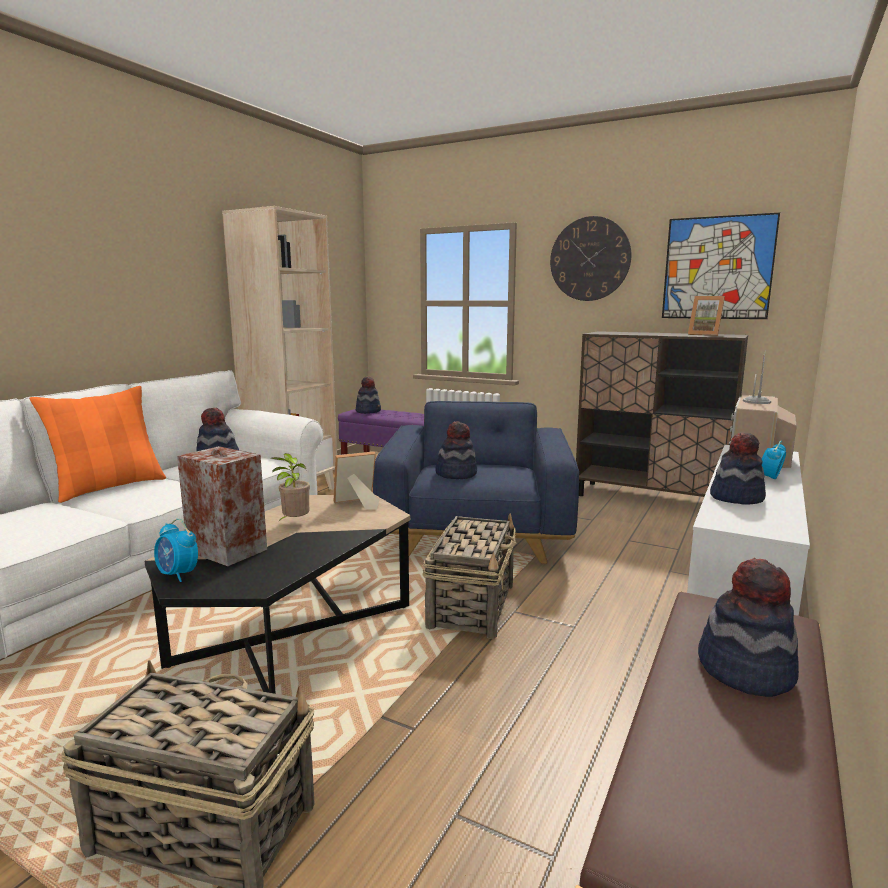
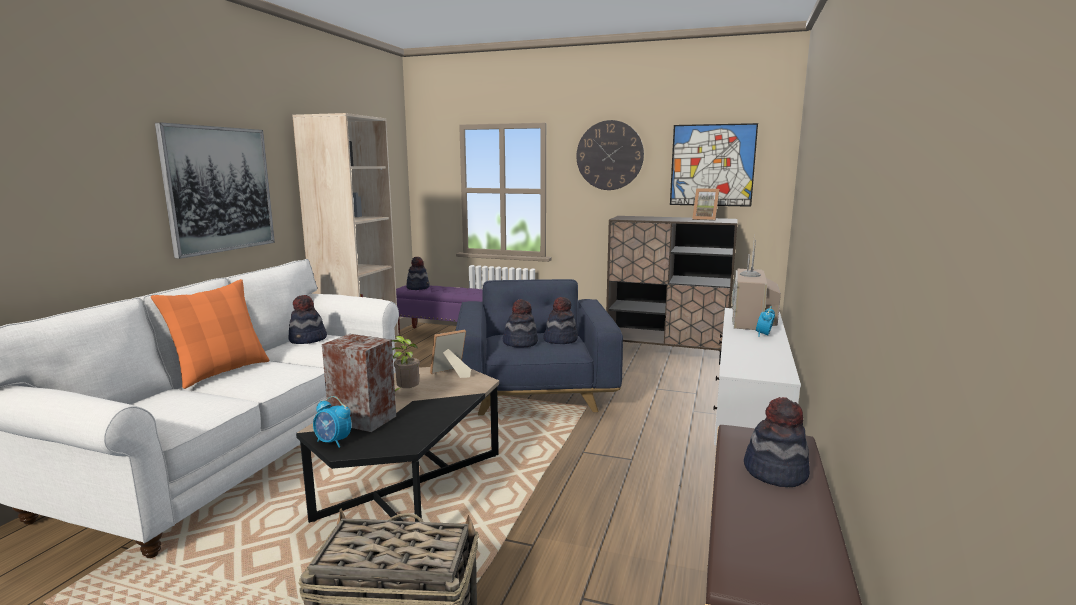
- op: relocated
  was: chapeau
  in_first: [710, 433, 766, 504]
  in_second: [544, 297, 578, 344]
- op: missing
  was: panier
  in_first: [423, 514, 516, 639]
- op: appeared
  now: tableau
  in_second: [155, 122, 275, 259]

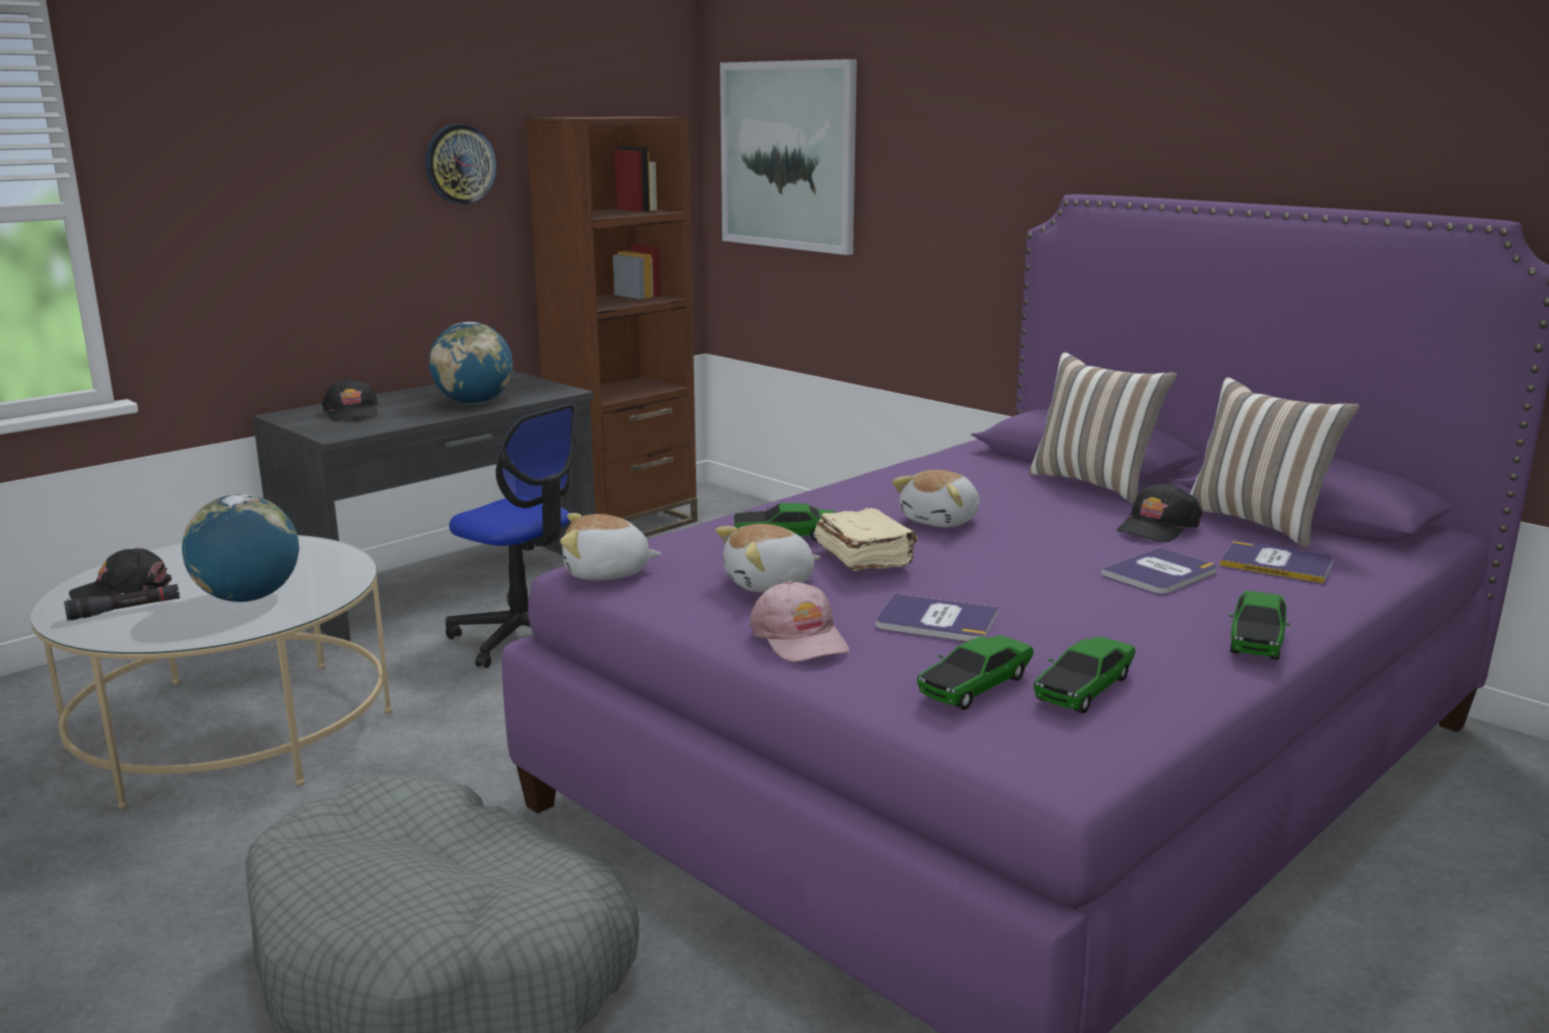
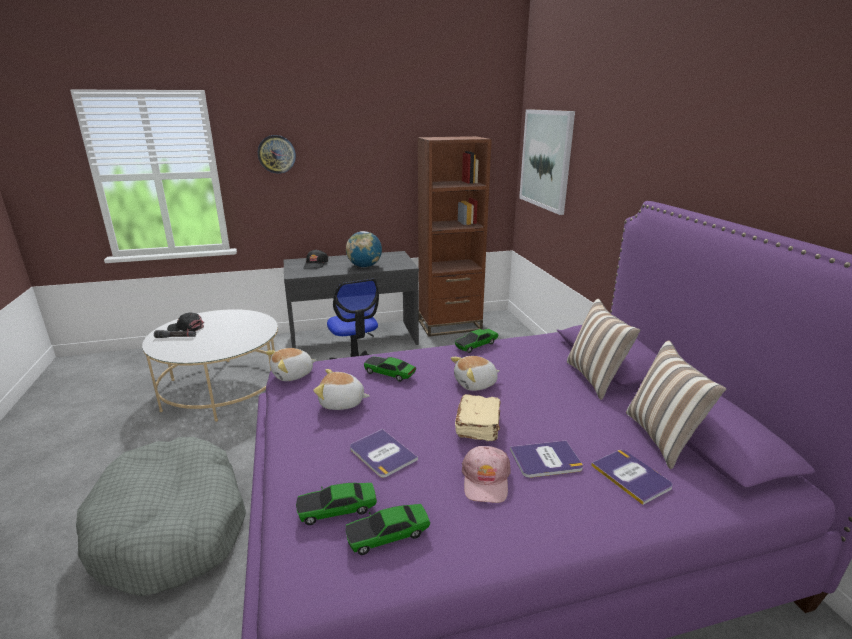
- op: relocated
  was: horloge murale
  in_first: [426, 124, 497, 205]
  in_second: [258, 135, 296, 174]
- op: missing
  was: casquette (noir)
  in_first: [1117, 483, 1203, 542]
- op: missing
  was: globe
  in_first: [182, 494, 299, 602]
- op: relocated
  was: livre (beige)
  in_first: [815, 508, 918, 571]
  in_second: [455, 394, 501, 441]
- op: spun
  was: peluche
  in_first: [560, 513, 661, 580]
  in_second: [266, 348, 316, 381]
  clockwise: -60
- op: relocated
  was: casquette (rose)
  in_first: [750, 581, 849, 662]
  in_second: [462, 446, 511, 503]
- op: relocated
  was: petite voiture
  in_first: [1229, 591, 1290, 660]
  in_second: [455, 329, 498, 353]

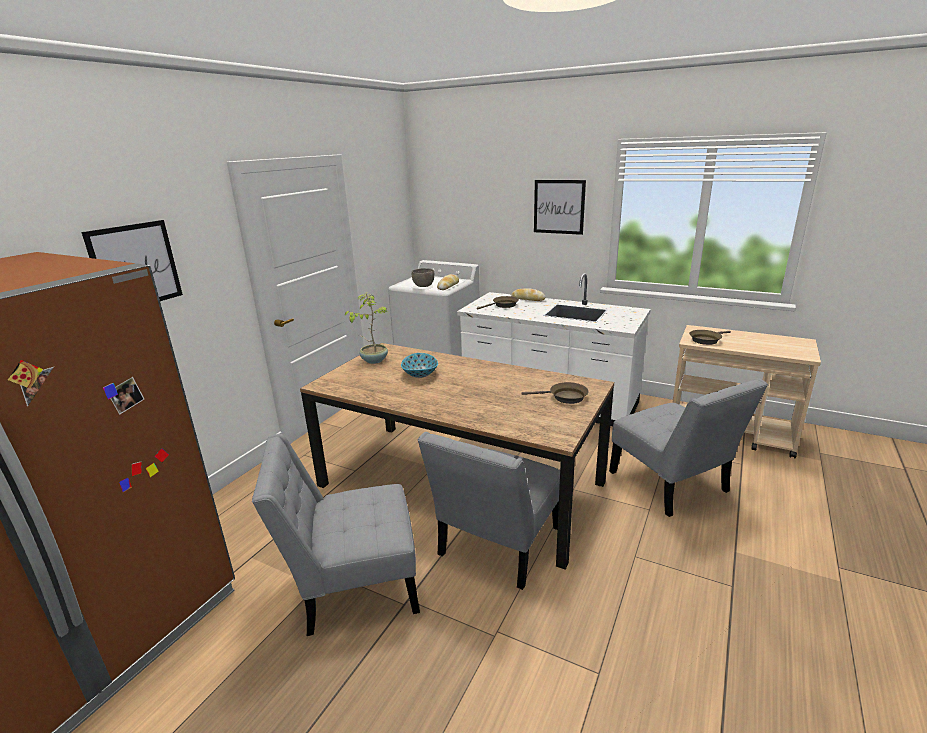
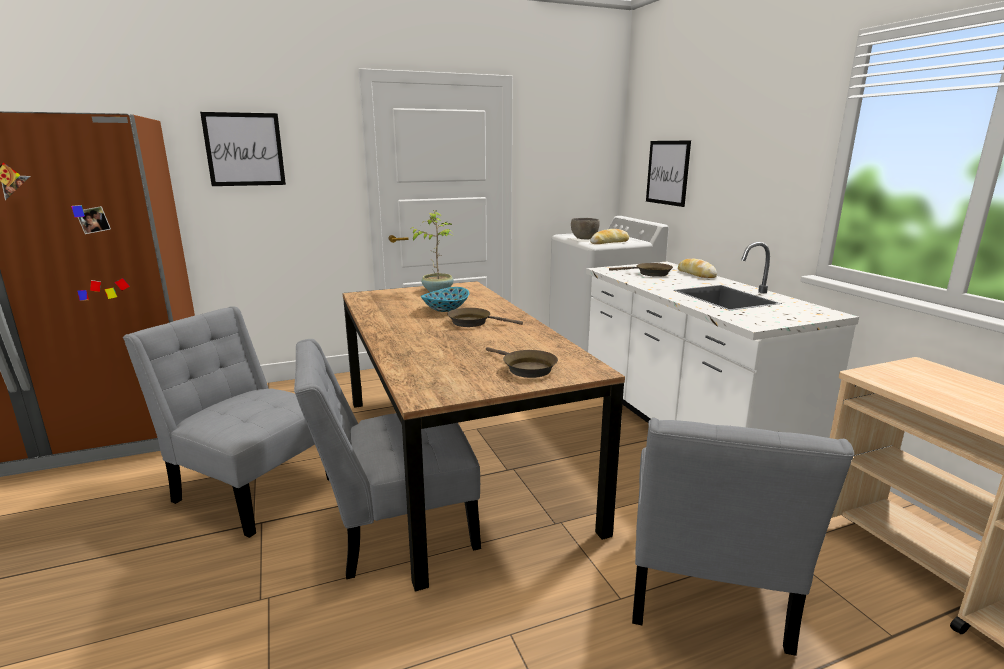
- op: relocated
  was: tableau
  in_first: [534, 180, 586, 235]
  in_second: [646, 140, 691, 207]
- op: relocated
  was: poêle (marron)
  in_first: [689, 330, 731, 345]
  in_second: [447, 308, 523, 327]

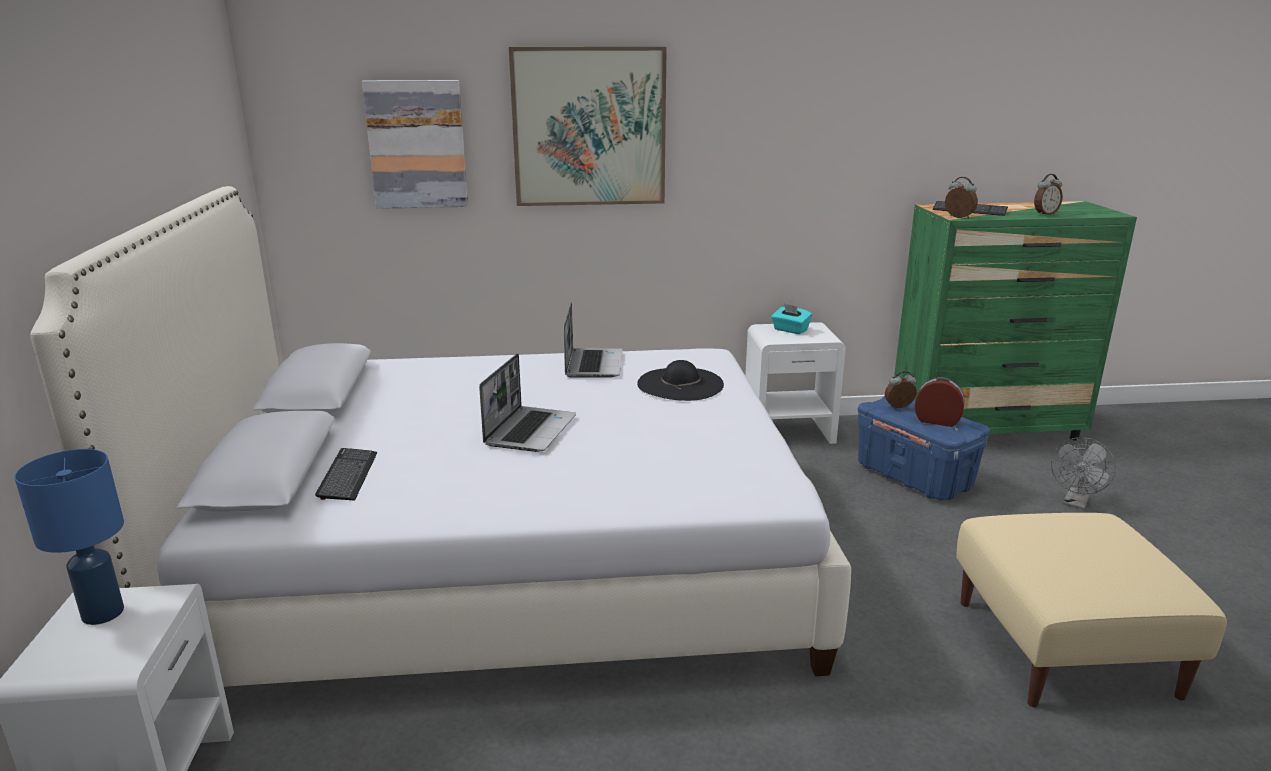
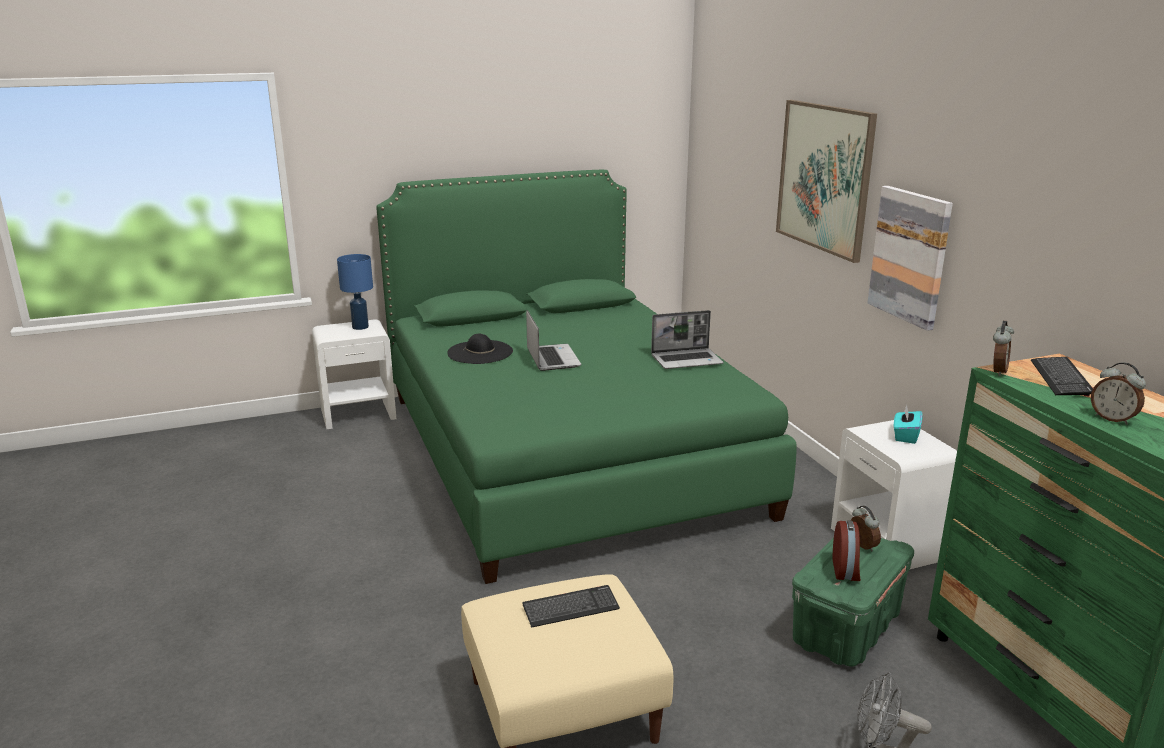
- op: relocated
  was: tableau
  in_first: [362, 80, 468, 209]
  in_second: [867, 186, 953, 331]
- op: colour
  was: lit (blanc)
  now: lit (vert)
  in_first: [30, 186, 851, 687]
  in_second: [376, 170, 797, 584]
- op: spun
  was: ordinateur portable
  in_first: [479, 353, 576, 452]
  in_second: [526, 310, 581, 371]
  clockwise: -105
- op: relocated
  was: chapeau (noir)
  in_first: [637, 360, 724, 401]
  in_second: [448, 334, 513, 364]
- op: colour
  was: boîte de rangement (bleu)
  now: boîte de rangement (vert)
  in_first: [858, 396, 990, 500]
  in_second: [792, 537, 914, 667]
- op: relocated
  was: clavier
  in_first: [315, 448, 377, 501]
  in_second: [523, 585, 620, 628]

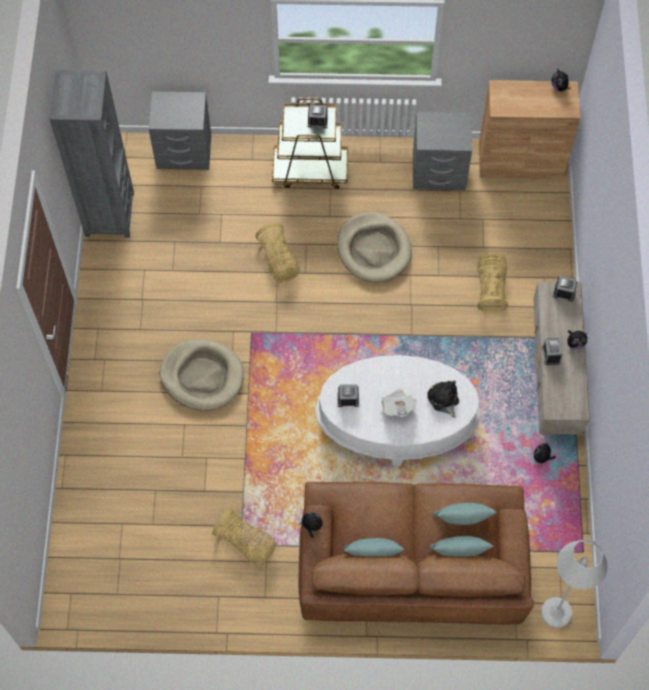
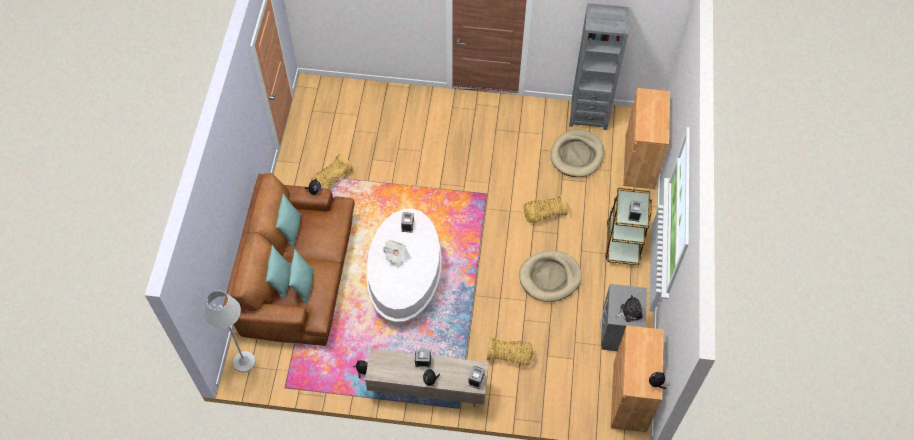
- op: exchanged
  was: table de chevet (gris)
  now: meuble de rangement (marron)
  in_first: [149, 91, 211, 170]
  in_second: [623, 88, 670, 189]
- op: relocated
  was: panier pour chien (beige)
  in_first: [160, 339, 244, 411]
  in_second: [550, 129, 604, 177]
- op: relocated
  was: peluche
  in_first: [427, 380, 459, 417]
  in_second: [615, 295, 643, 322]

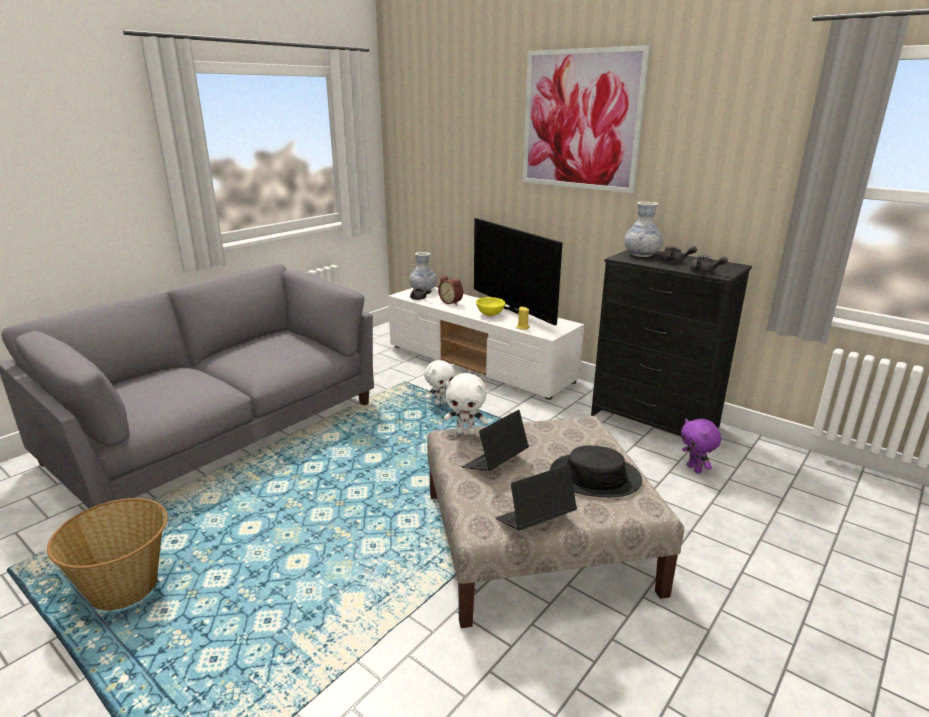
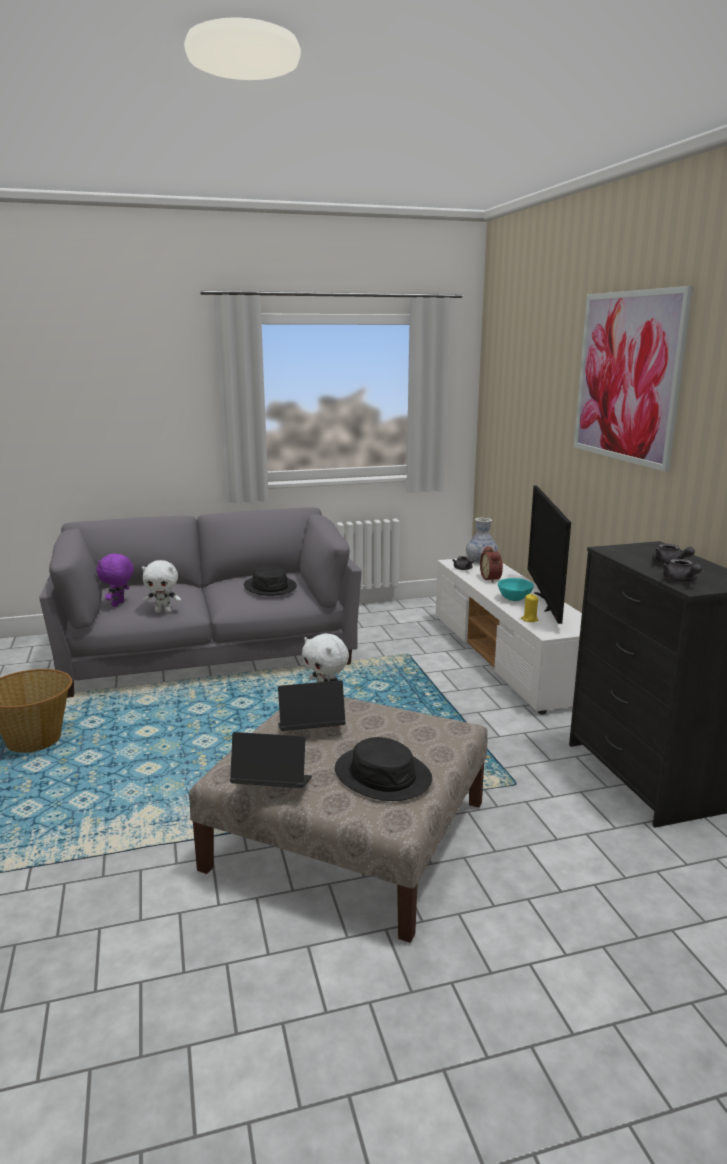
- op: missing
  was: vase
  in_first: [624, 202, 663, 257]
- op: colour
  was: bol (jaune)
  now: bol (turquoise)
  in_first: [476, 297, 505, 316]
  in_second: [498, 578, 534, 601]
- op: relocated
  was: peluche (blanc)
  in_first: [424, 360, 455, 405]
  in_second: [142, 560, 181, 613]
- op: relocated
  was: peluche (violet)
  in_first: [681, 418, 721, 473]
  in_second: [97, 553, 134, 607]
- op: appeared
  now: chapeau (noir)
  in_second: [244, 566, 297, 596]

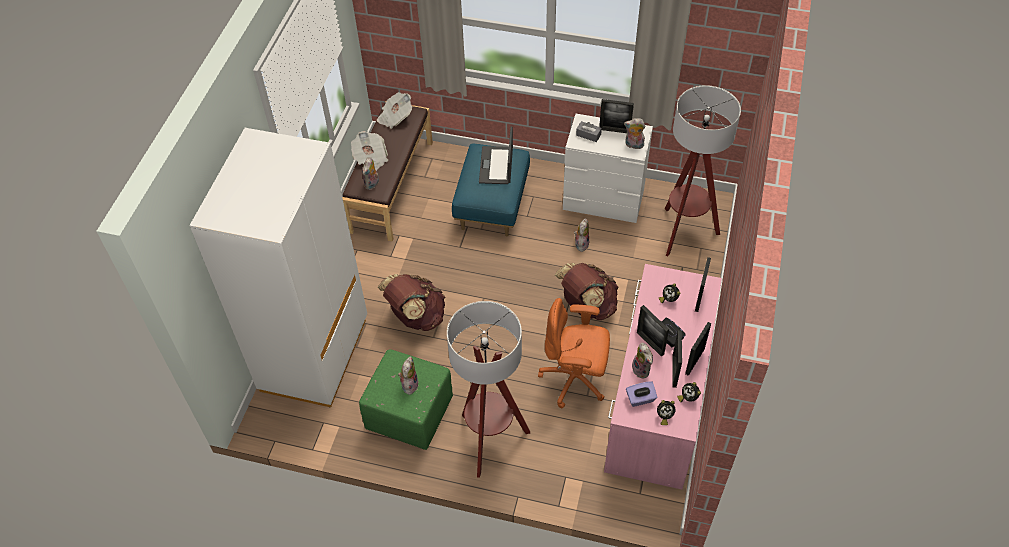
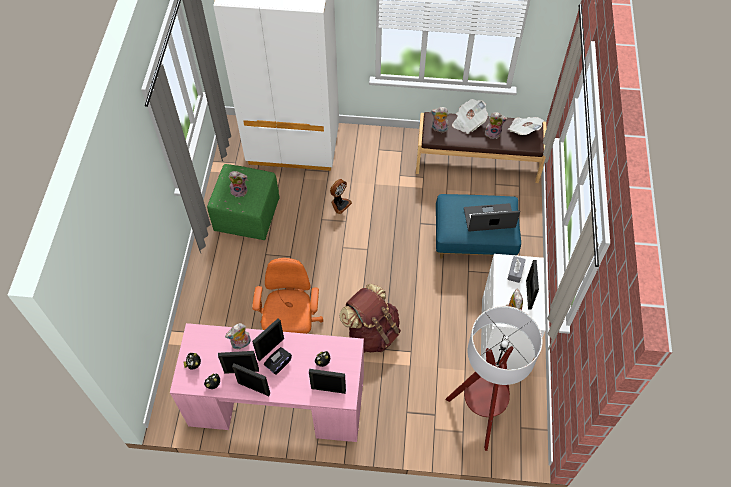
- op: relocated
  was: peluche
  in_first: [574, 218, 589, 252]
  in_second: [485, 112, 507, 139]
- op: exchanged
  was: sac à dos (marron)
  now: ventilateur
  in_first: [378, 274, 445, 331]
  in_second: [330, 179, 352, 214]
- op: missing
  was: lampadaire
  in_first: [447, 301, 530, 478]
- op: missing
  was: boîte à mouchoirs (violet)
  in_first: [626, 382, 657, 407]

